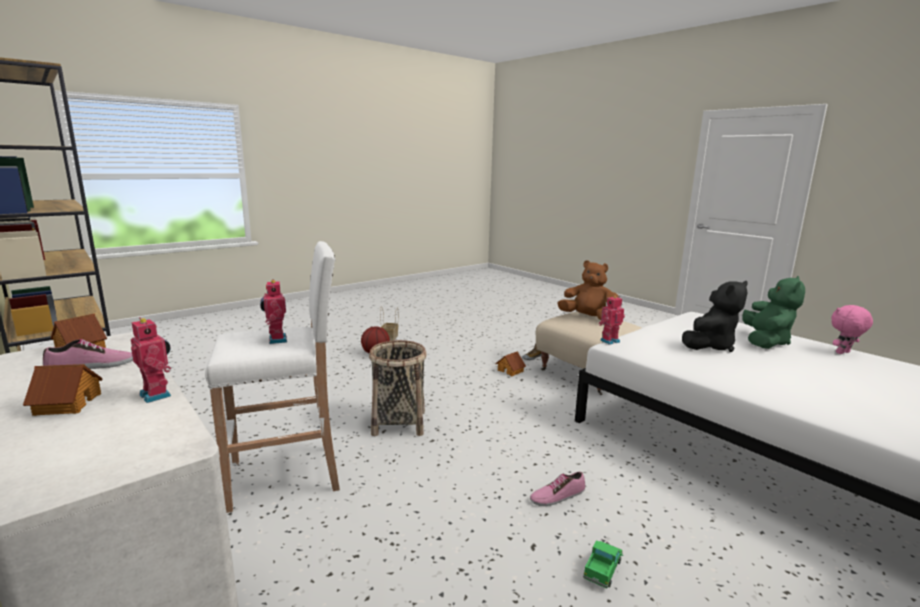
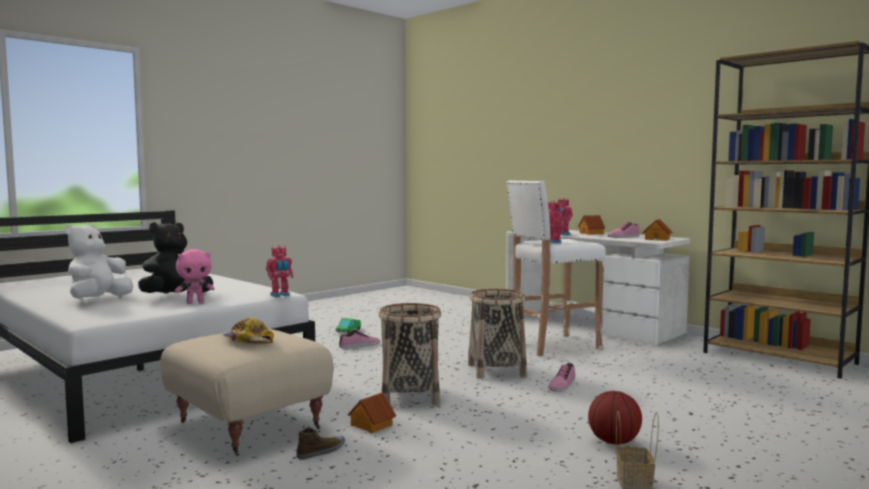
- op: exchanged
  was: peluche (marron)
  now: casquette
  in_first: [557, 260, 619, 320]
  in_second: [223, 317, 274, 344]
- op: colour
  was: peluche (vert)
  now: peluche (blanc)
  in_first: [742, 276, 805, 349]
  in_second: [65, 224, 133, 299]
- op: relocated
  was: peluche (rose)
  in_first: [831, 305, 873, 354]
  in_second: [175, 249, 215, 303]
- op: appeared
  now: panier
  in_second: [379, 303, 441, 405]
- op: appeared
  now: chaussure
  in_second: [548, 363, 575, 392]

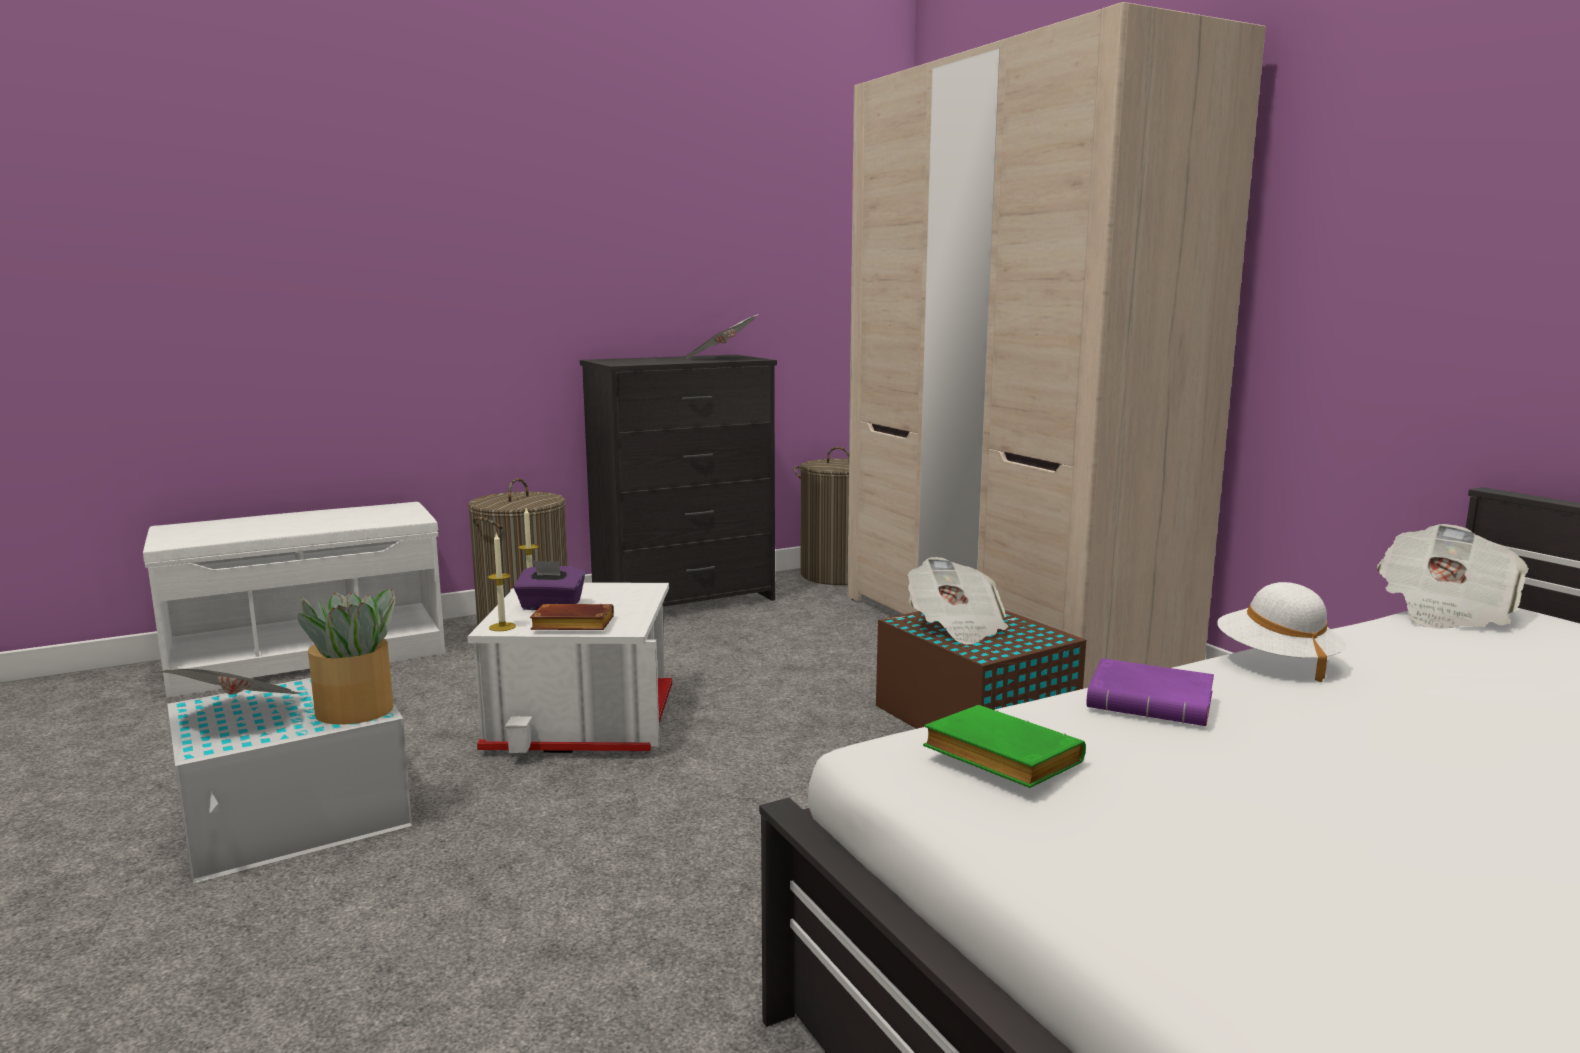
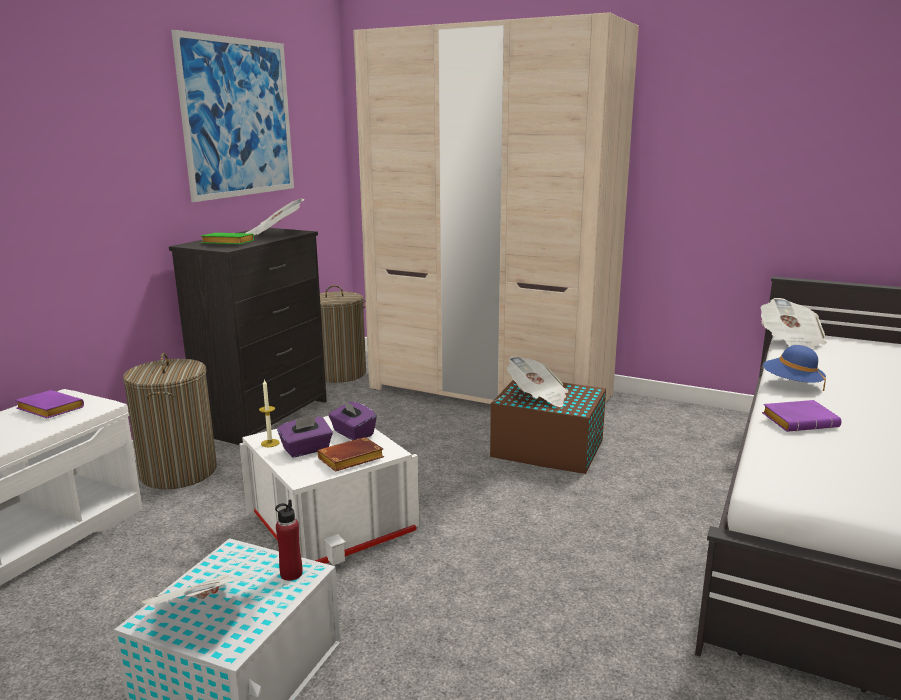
- op: missing
  was: bougie
  in_first: [488, 532, 516, 631]
- op: colour
  was: chapeau (blanc)
  now: chapeau (bleu)
  in_first: [1217, 582, 1346, 682]
  in_second: [763, 345, 826, 391]
- op: exchanged
  was: plante en pot
  now: bouteille (rouge)
  in_first: [298, 589, 395, 725]
  in_second: [275, 500, 303, 581]
- op: relocated
  was: livre (vert)
  in_first: [923, 705, 1086, 788]
  in_second: [201, 233, 254, 244]
- op: appeared
  now: tableau
  in_second: [171, 30, 294, 202]
- op: appeared
  now: livre (violet)
  in_second: [15, 390, 84, 418]
- op: appeared
  now: boîte à mouchoirs (violet)
  in_second: [328, 399, 377, 440]

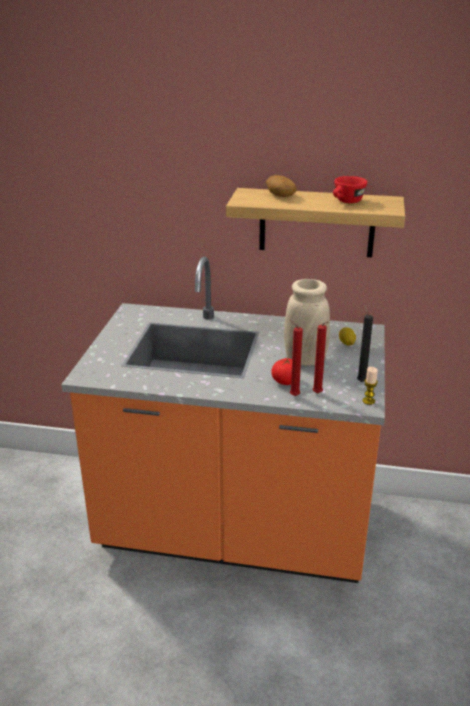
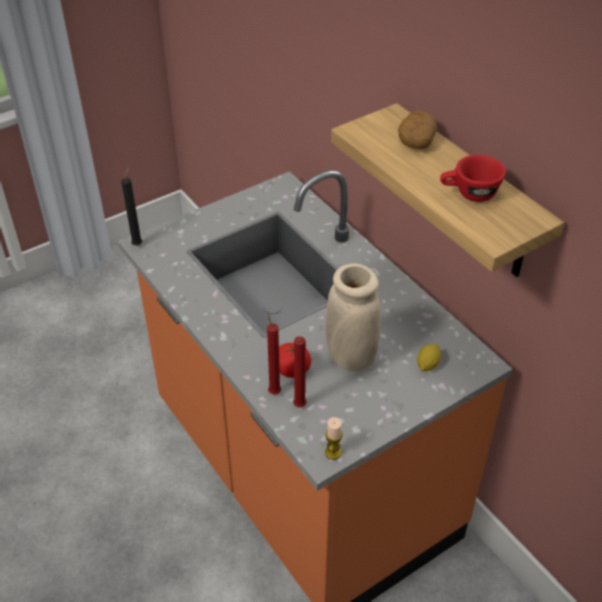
- op: relocated
  was: bougie (noir)
  in_first: [357, 305, 373, 382]
  in_second: [121, 167, 142, 246]

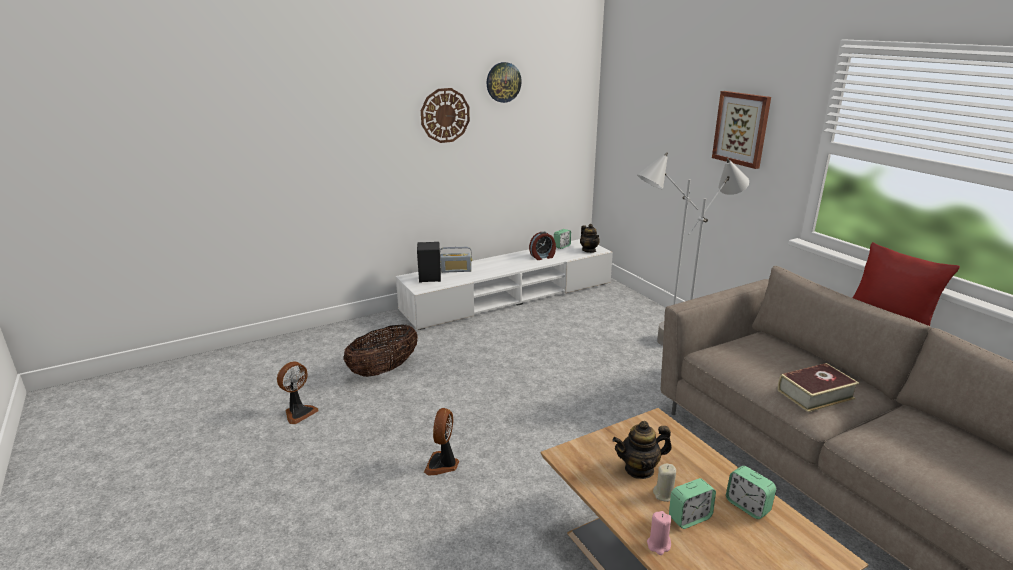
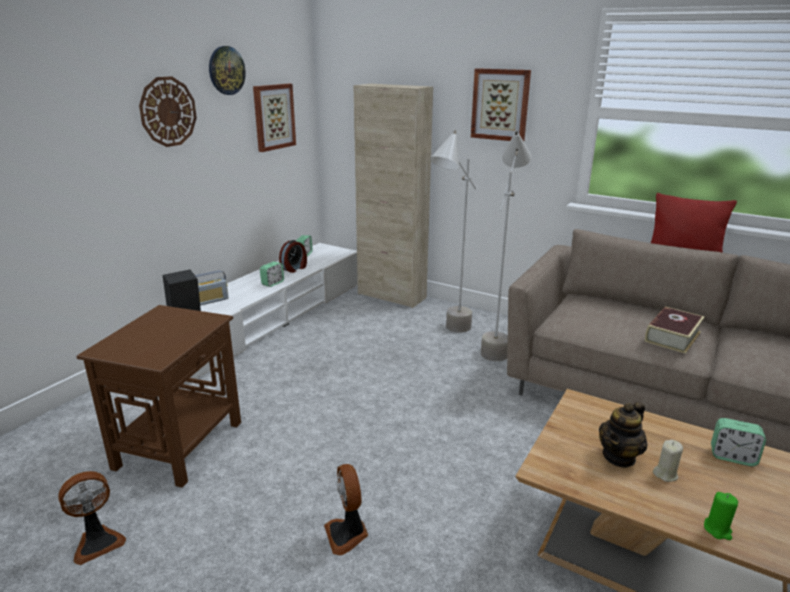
- op: missing
  was: théière
  in_first: [580, 224, 600, 253]
- op: exchanged
  was: panier
  now: table d'appoint (marron)
  in_first: [344, 324, 418, 377]
  in_second: [76, 305, 241, 488]
- op: spun
  was: ventilateur
  in_first: [277, 362, 319, 424]
  in_second: [58, 471, 126, 565]
  clockwise: 45
- op: relocated
  was: réveil
  in_first: [669, 478, 716, 529]
  in_second: [260, 262, 284, 287]
- op: colour
  was: bougie (rose)
  now: bougie (vert)
  in_first: [647, 511, 671, 555]
  in_second: [704, 492, 738, 540]
- op: appeared
  now: tableau
  in_second: [253, 84, 296, 152]
- op: appeared
  now: meuble de rangement (beige)
  in_second: [354, 84, 433, 308]

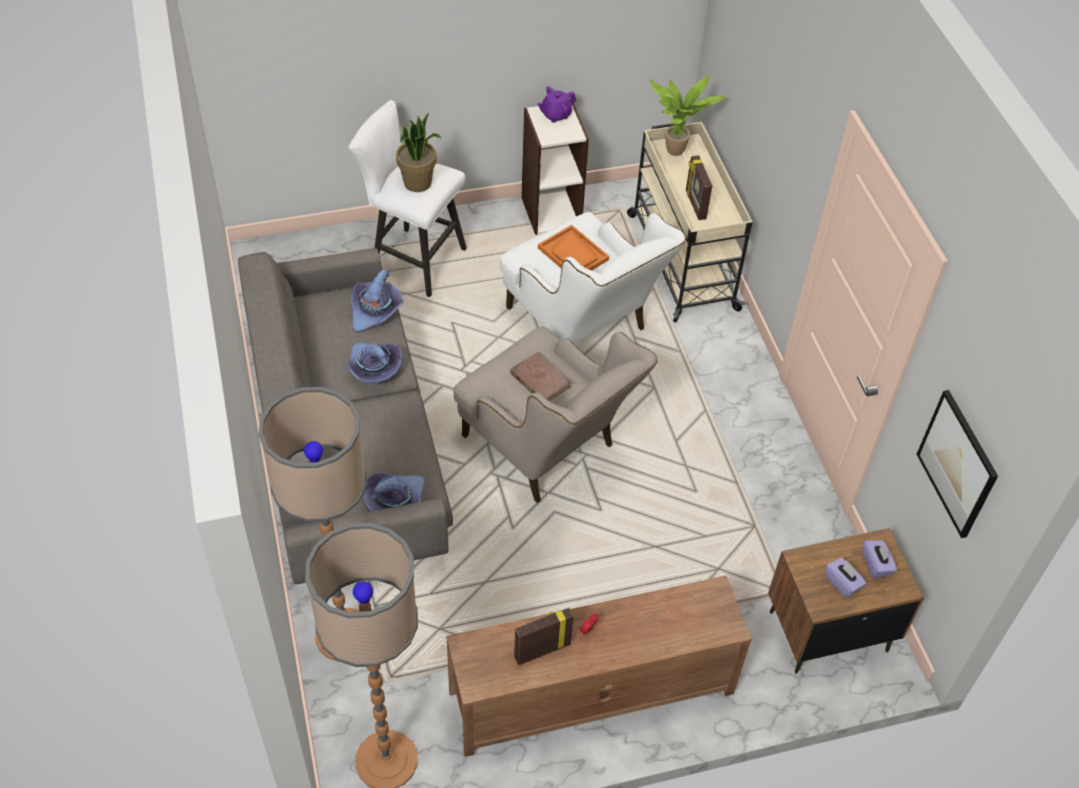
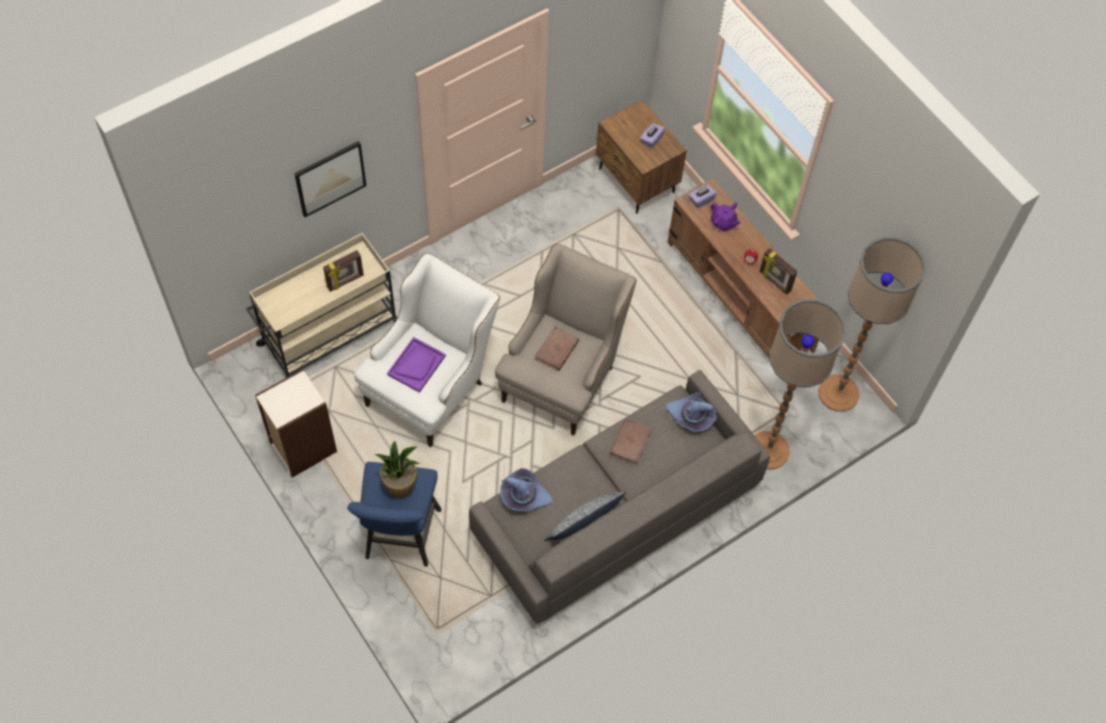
- op: missing
  was: plante en pot
  in_first: [650, 75, 726, 156]
- op: relocated
  was: théière (violet)
  in_first: [538, 87, 576, 123]
  in_second: [710, 202, 741, 231]
- op: colour
  was: tabouret (blanc)
  now: tabouret (bleu)
  in_first: [349, 100, 467, 297]
  in_second: [347, 462, 441, 566]
- op: colour
  was: plateau (orange)
  now: plateau (violet)
  in_first: [538, 225, 609, 271]
  in_second: [387, 337, 446, 393]
- op: missing
  was: chapeau (violet)
  in_first: [347, 343, 402, 384]
- op: relocated
  was: tableau
  in_first: [917, 390, 998, 538]
  in_second: [294, 141, 366, 217]
- op: relocated
  was: boîte à mouchoirs (violet)
  in_first: [862, 540, 897, 578]
  in_second: [689, 185, 717, 208]
- op: appeared
  now: livre (marron)
  in_second: [610, 419, 652, 465]
- op: appeared
  now: coussin
  in_second: [543, 492, 626, 541]

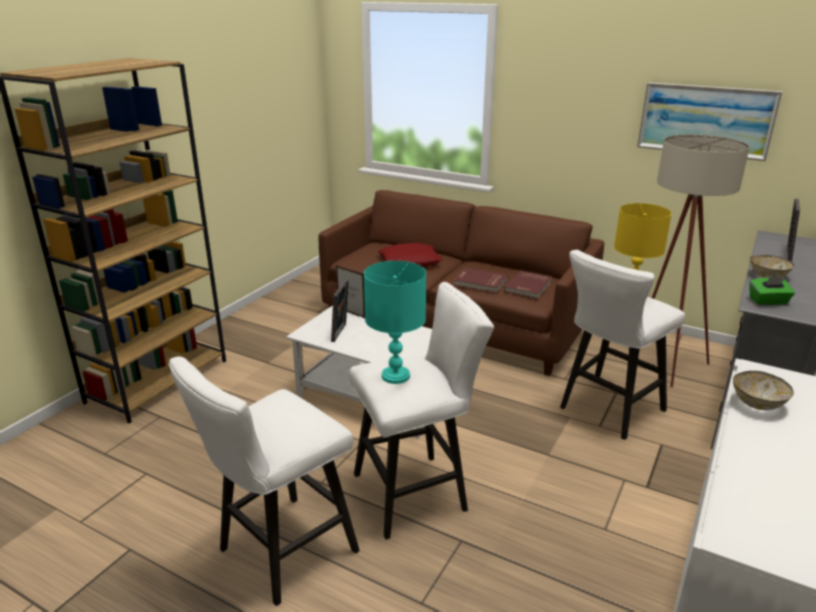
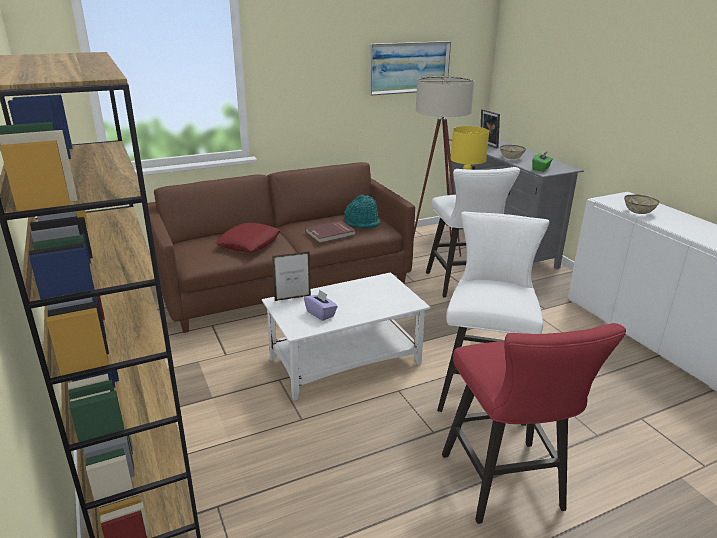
- op: missing
  was: lampe de table (turquoise)
  in_first: [364, 261, 426, 384]
- op: exchanged
  was: livre (rouge)
  now: chapeau (turquoise)
  in_first: [504, 271, 552, 299]
  in_second: [345, 194, 380, 228]
- op: exchanged
  was: cadre photo
  now: boîte à mouchoirs (violet)
  in_first: [331, 279, 349, 342]
  in_second: [304, 289, 338, 321]
- op: colour
  was: tabouret (blanc)
  now: tabouret (rouge)
  in_first: [169, 356, 360, 606]
  in_second: [442, 323, 626, 524]

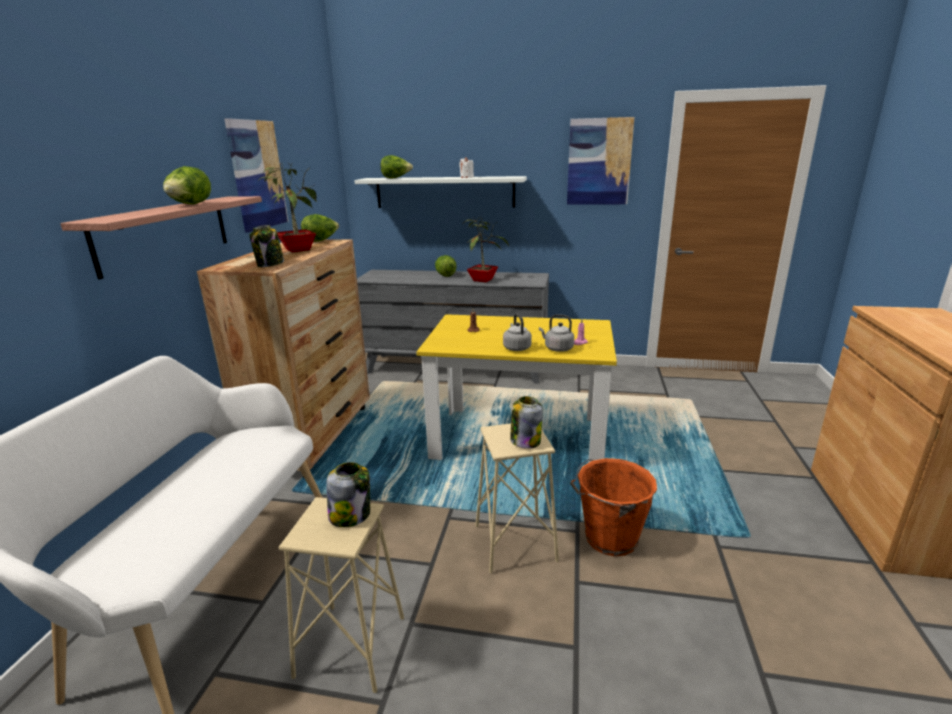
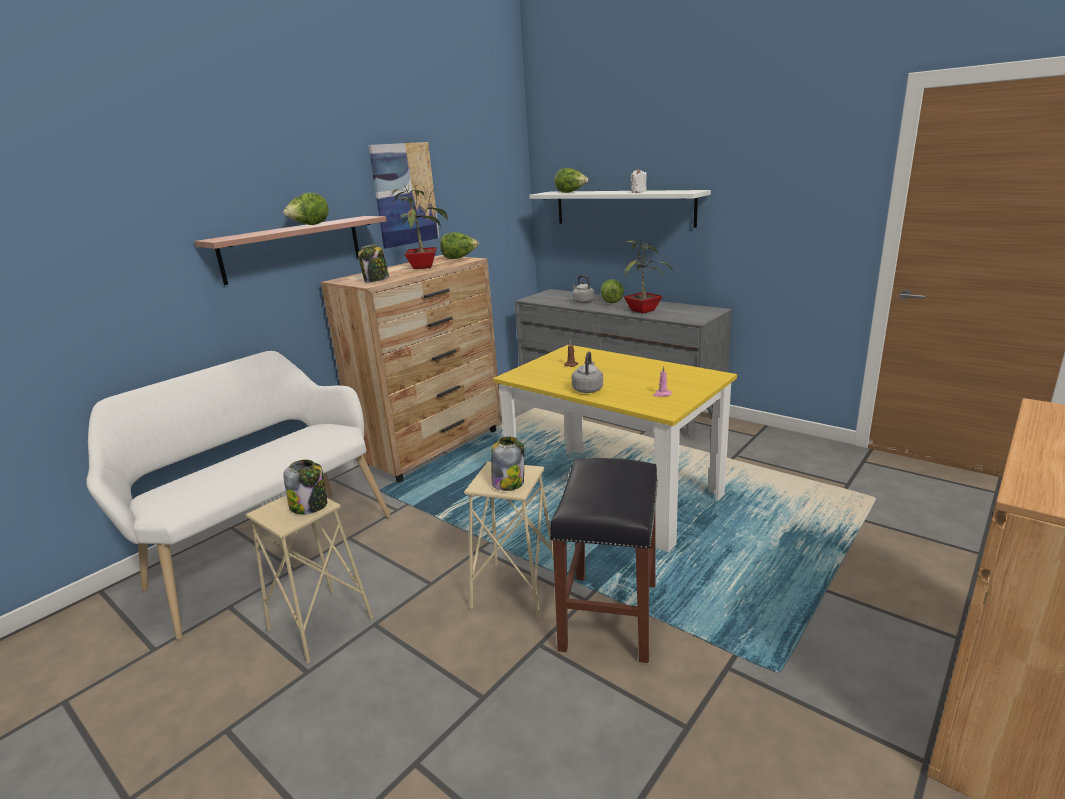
- op: missing
  was: tableau
  in_first: [567, 117, 635, 204]
- op: relocated
  was: bouilloire (gris)
  in_first: [539, 314, 574, 352]
  in_second: [573, 275, 594, 303]
- op: exchanged
  was: seau (orange)
  now: tabouret (noir)
  in_first: [570, 458, 657, 556]
  in_second: [550, 458, 658, 663]

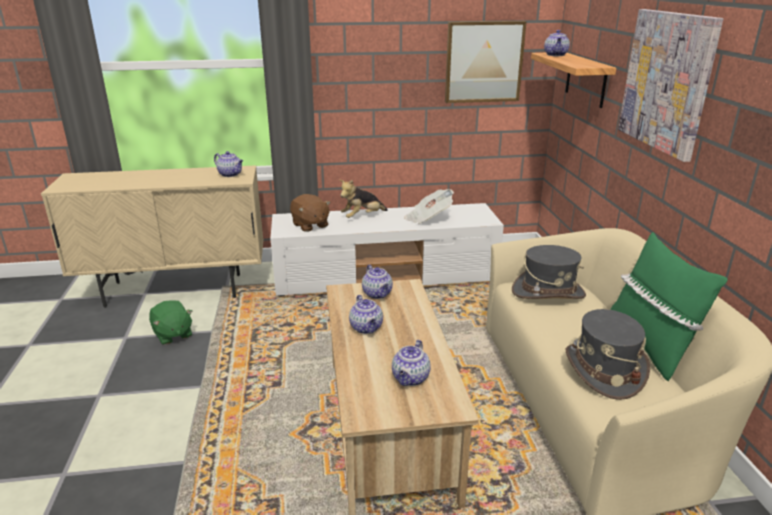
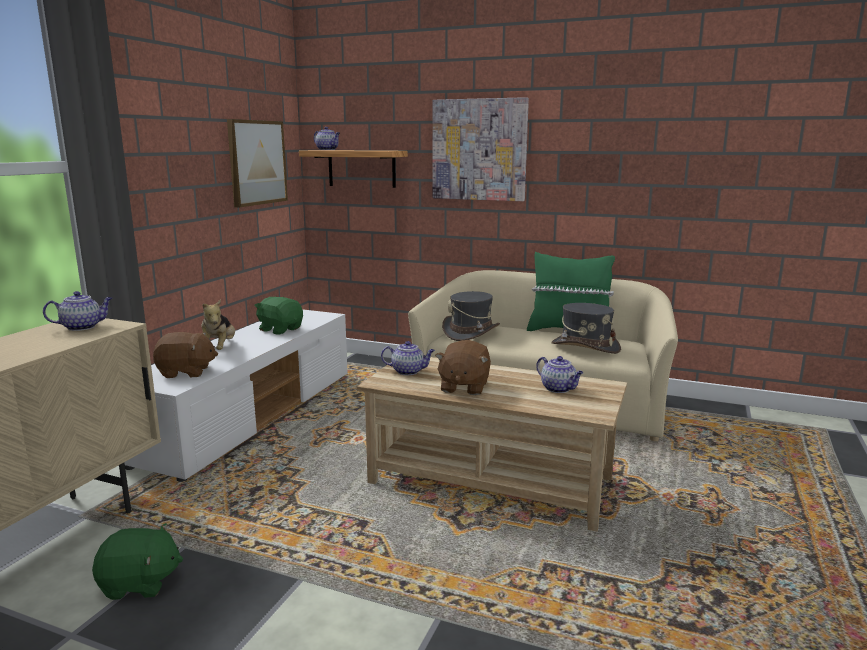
- op: exchanged
  was: journal
  now: peluche (vert)
  in_first: [404, 189, 454, 224]
  in_second: [254, 297, 303, 335]
- op: exchanged
  was: théière
  now: peluche (marron)
  in_first: [349, 295, 383, 334]
  in_second: [435, 340, 491, 395]

